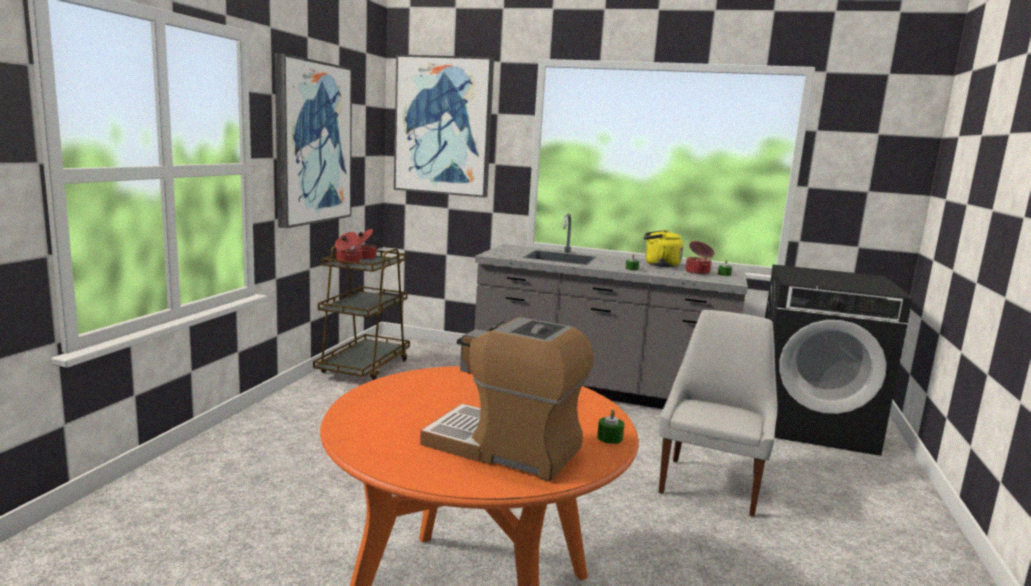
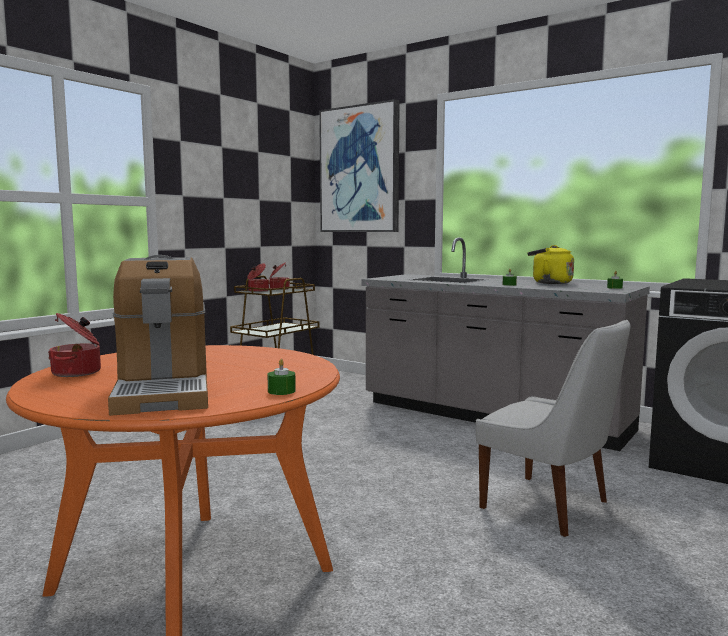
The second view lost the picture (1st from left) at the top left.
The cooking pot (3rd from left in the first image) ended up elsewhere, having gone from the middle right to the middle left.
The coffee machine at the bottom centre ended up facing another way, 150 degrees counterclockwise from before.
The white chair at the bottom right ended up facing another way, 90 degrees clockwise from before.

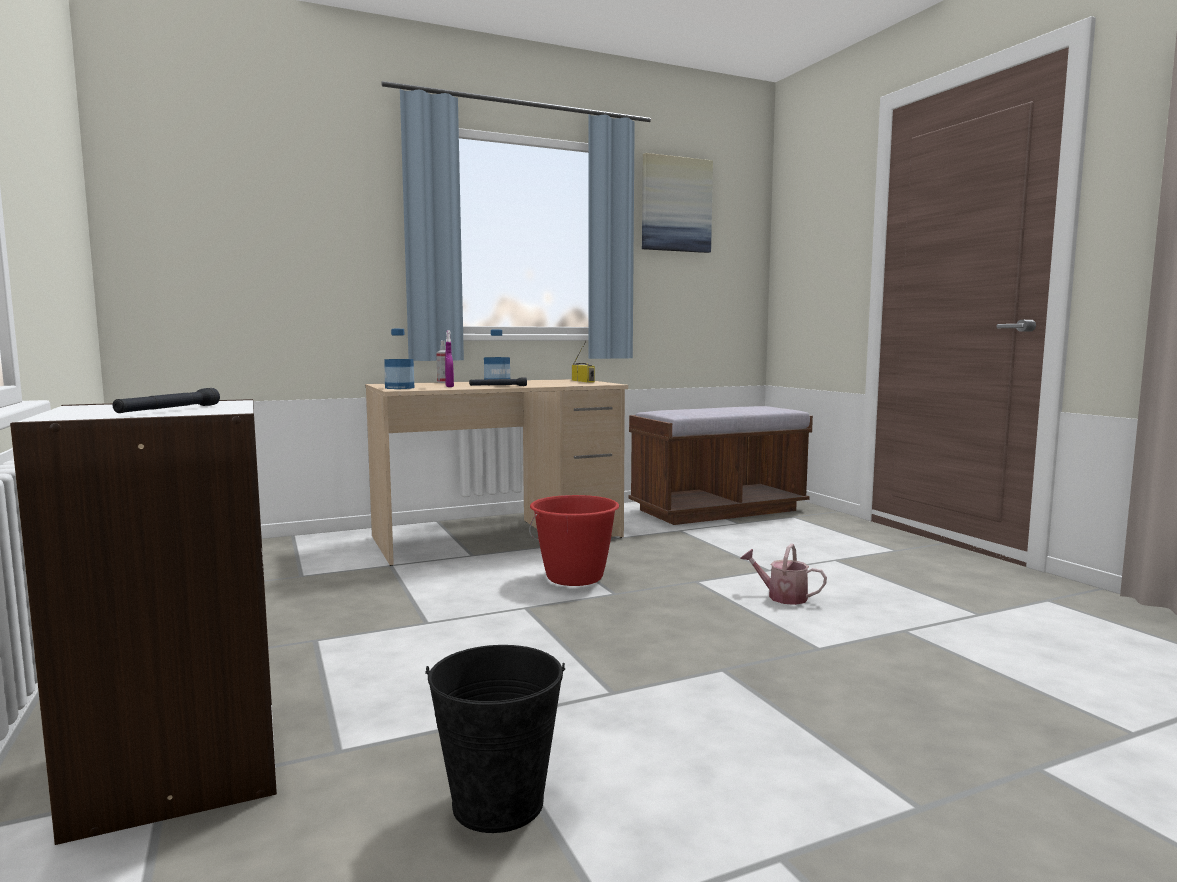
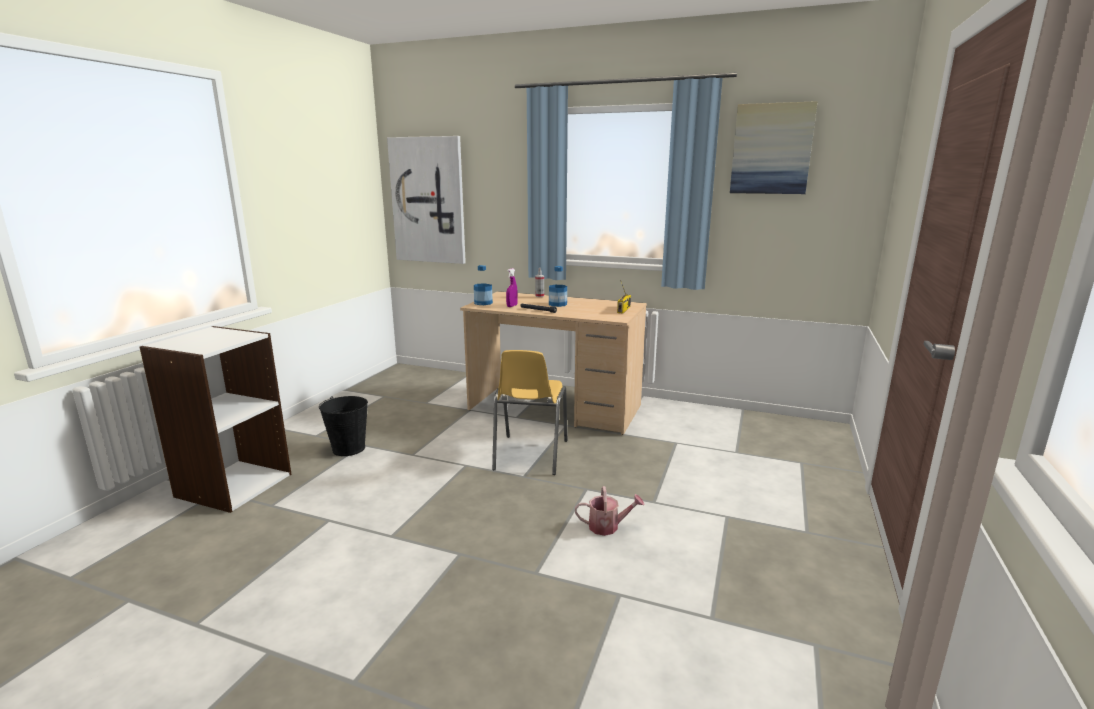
The second view lost the black flashlight (1st from left) at the middle left.
The second view lost the brown bench at the centre.
The second view gained the picture (1st from left) at the top centre.
The black bucket ended up elsewhere, having gone from the bottom centre to the middle left.
Where the red bucket stood at the centre, the yellow chair came to stand at the centre.
The watering can at the centre ended up facing another way, 105 degrees clockwise from before.

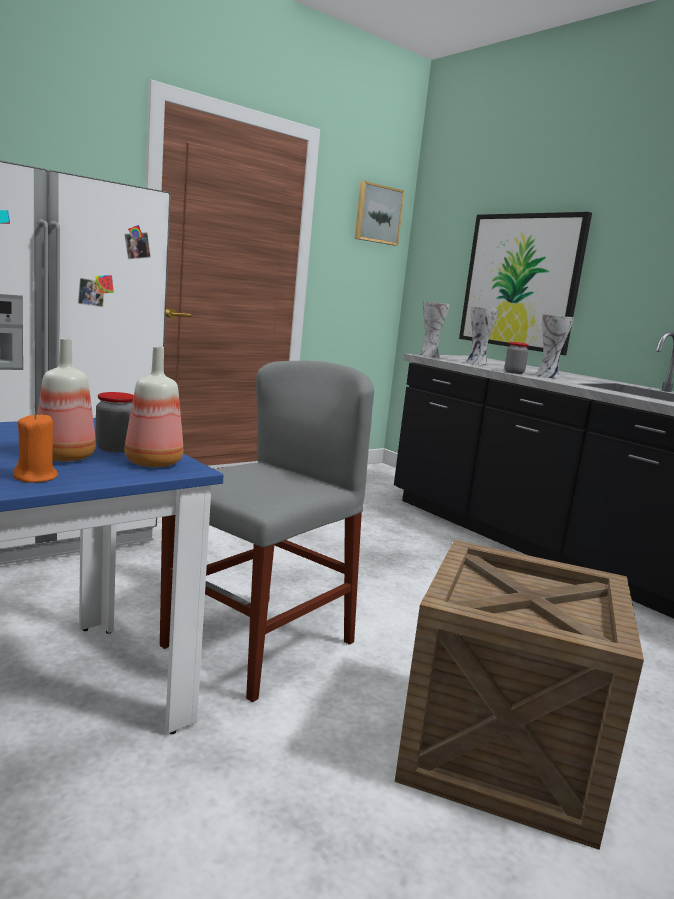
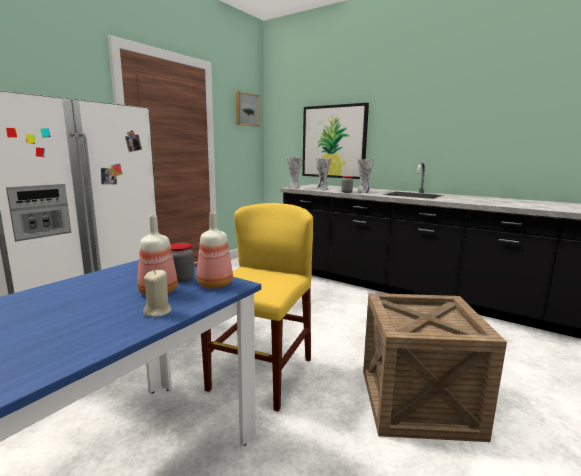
What was the orange candle at the middle left turned into the beige candle at the middle left.
What was the grey chair at the centre turned into the yellow chair at the centre.

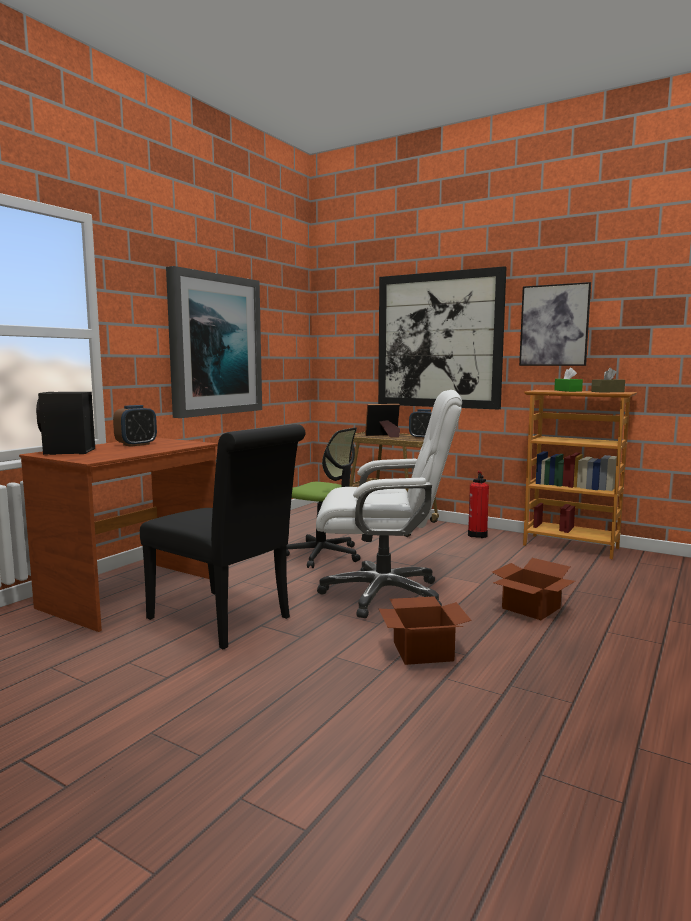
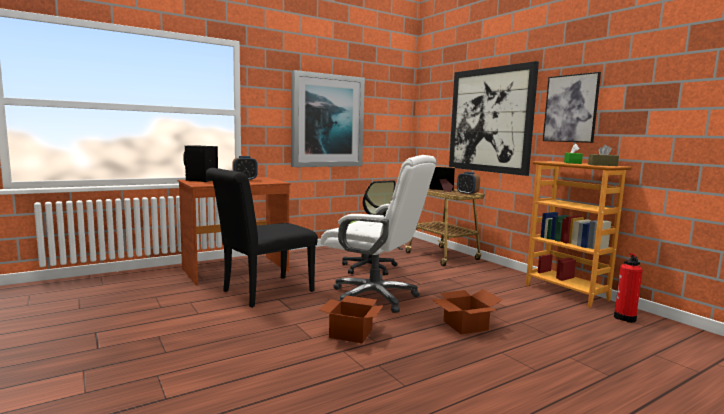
The fire extinguisher ended up elsewhere, having gone from the middle right to the bottom right.
The black chair at the middle left ended up facing another way, 75 degrees clockwise from before.

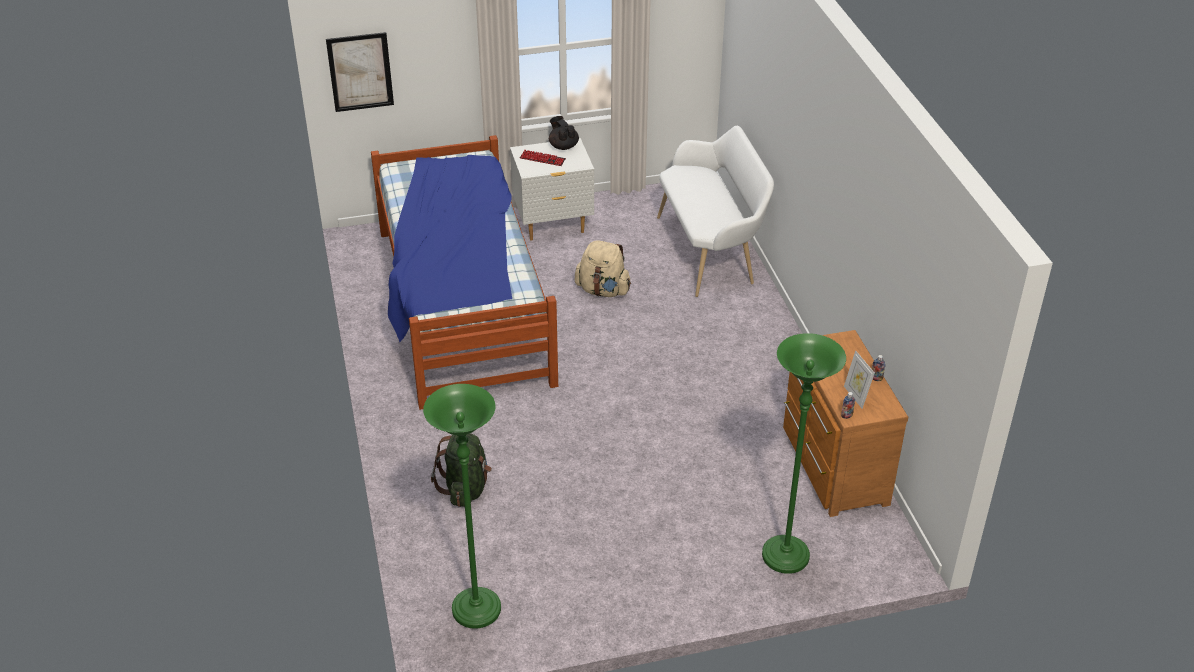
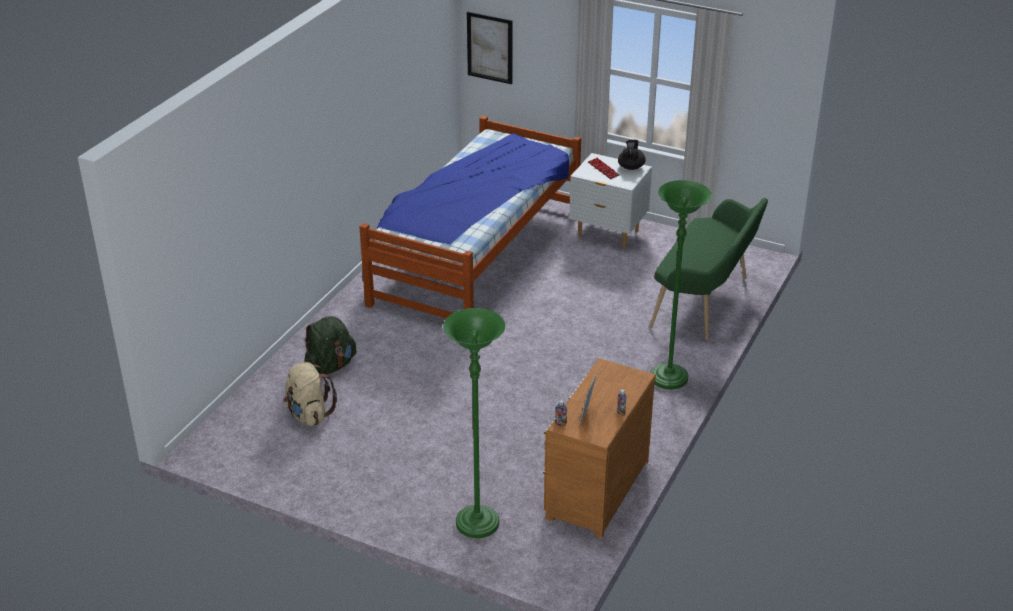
The green floor lamp (1st from left in the first image) ended up elsewhere, having gone from the bottom centre to the middle right.
The beige backpack ended up elsewhere, having gone from the centre to the middle left.
What was the white bench at the top centre turned into the green bench at the middle right.

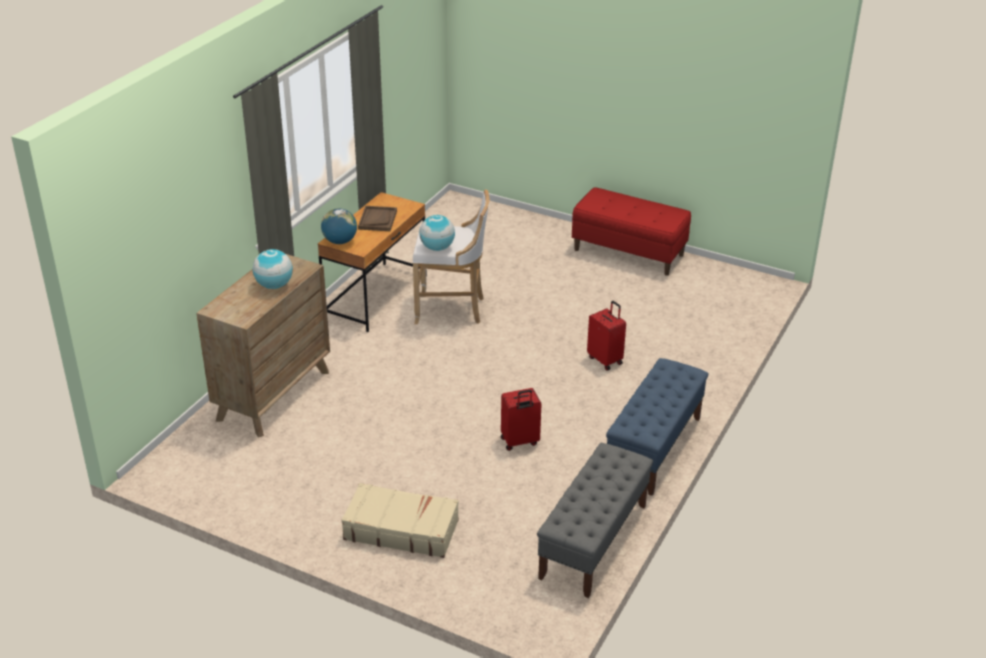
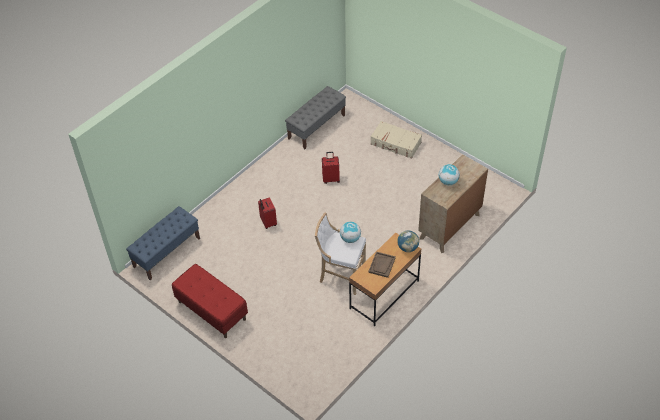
The blue bench ended up elsewhere, having gone from the centre to the middle left.

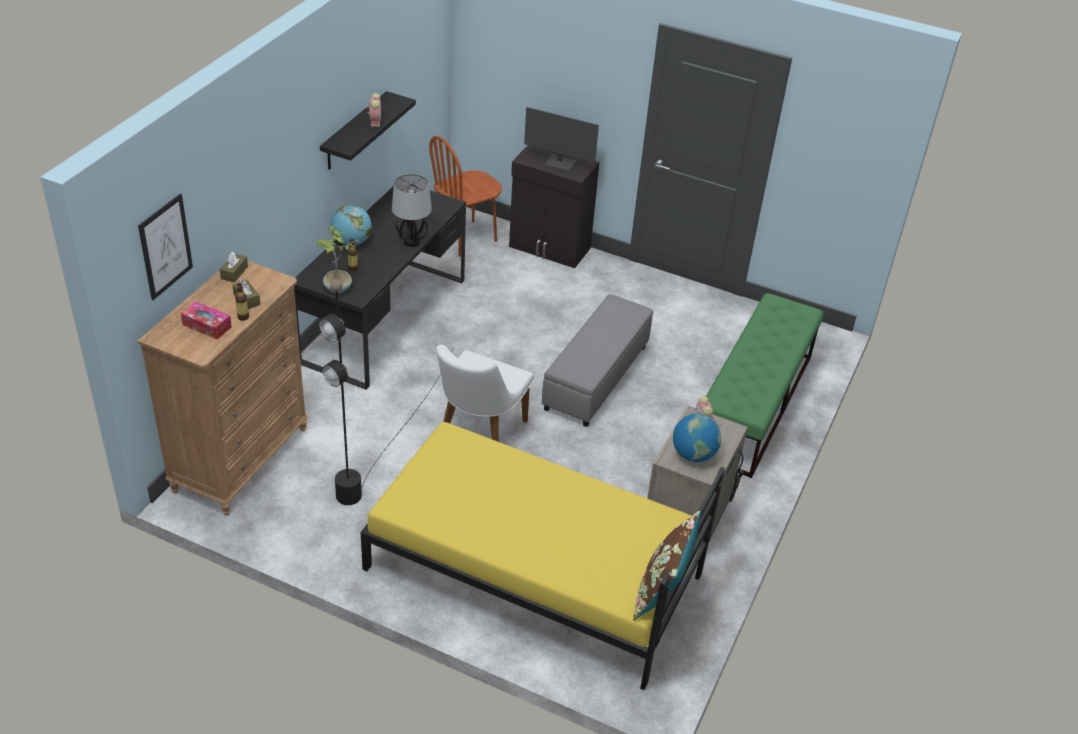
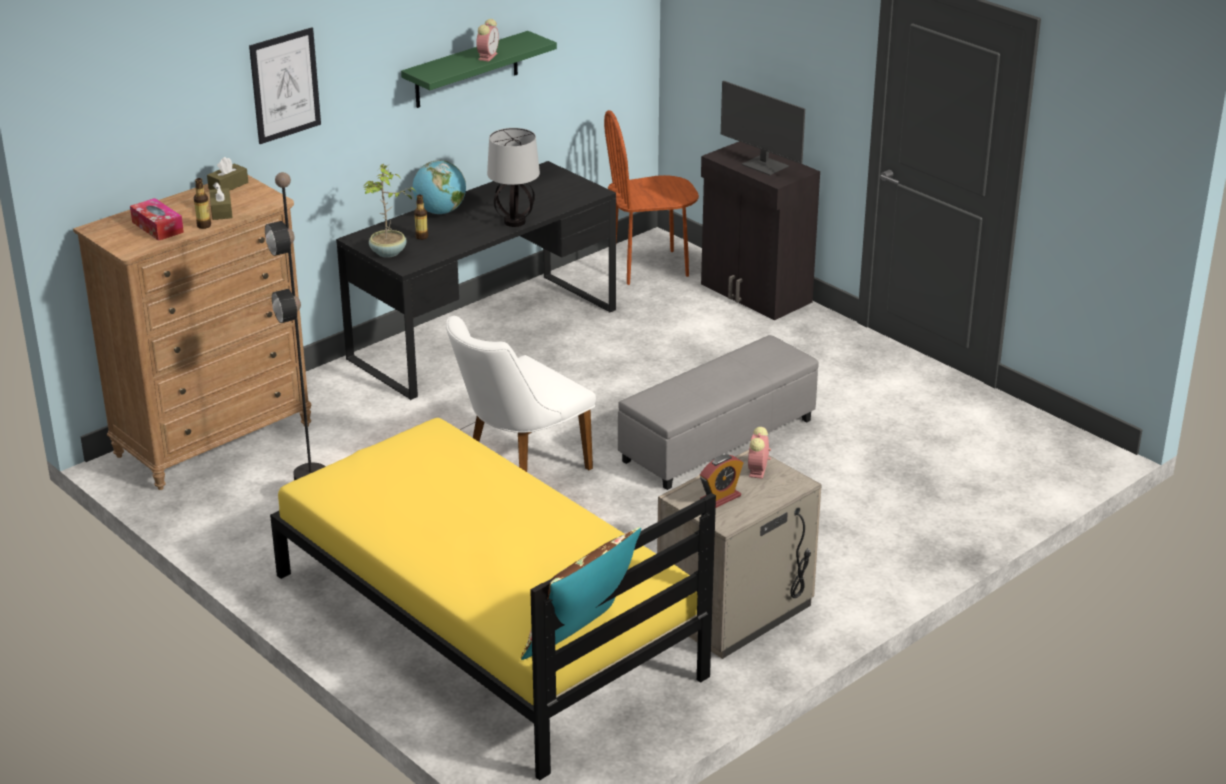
The second view lost the green bench at the middle right.
The picture ended up elsewhere, having gone from the middle left to the top left.
Where the globe (2nd from left) stood at the centre, the alarm clock (2nd from left) came to stand at the centre.
What was the black shelf at the top centre turned into the green shelf at the top centre.

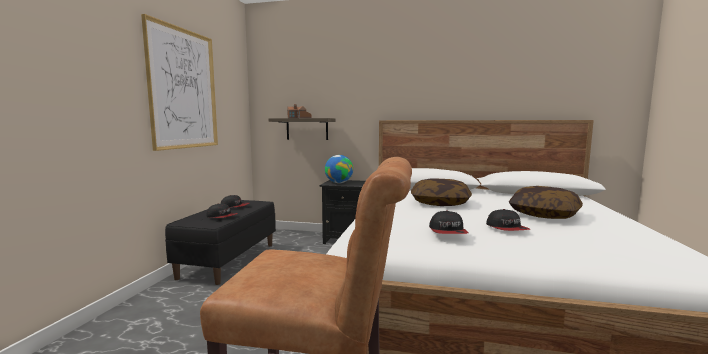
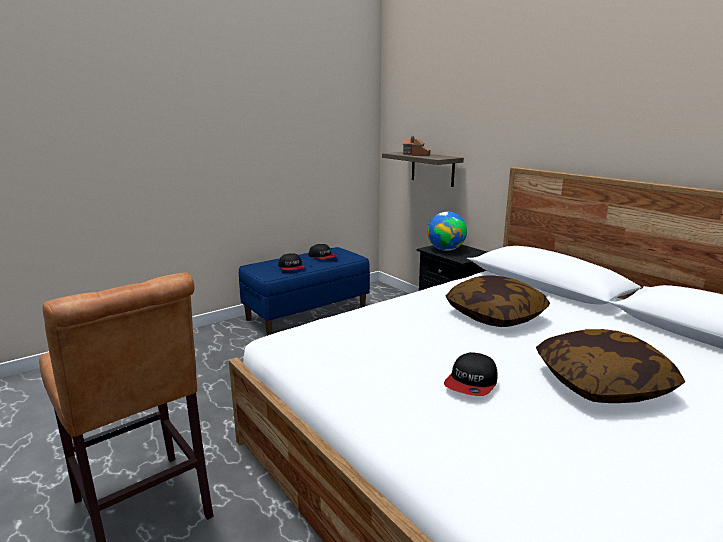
The second view lost the picture at the top left.
The second view lost the cap (3rd from left) at the centre.
What was the black bench at the bottom left turned into the blue bench at the centre.

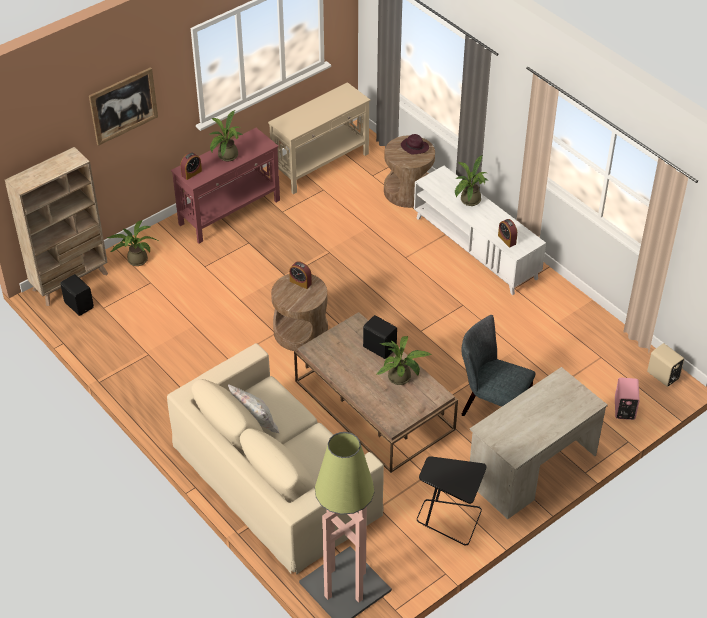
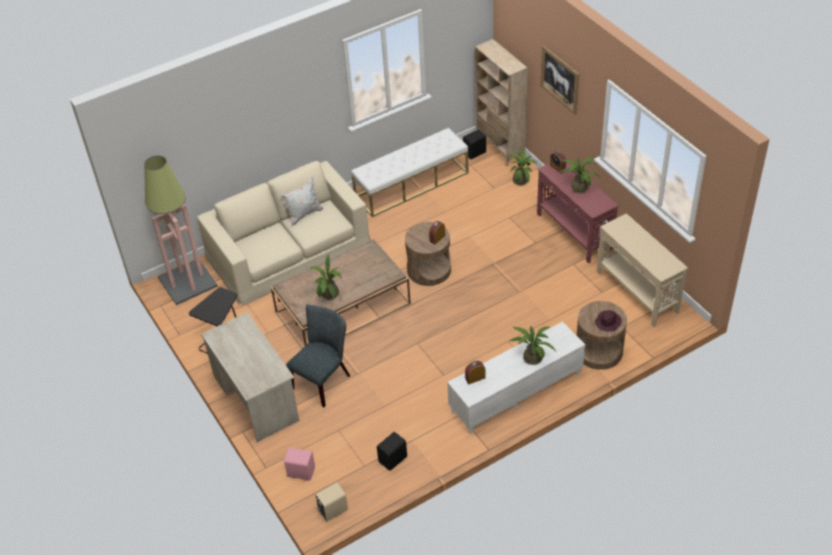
The second view gained the white bench at the top centre.
The black speaker (2nd from left in the first image) ended up elsewhere, having gone from the centre to the bottom centre.

